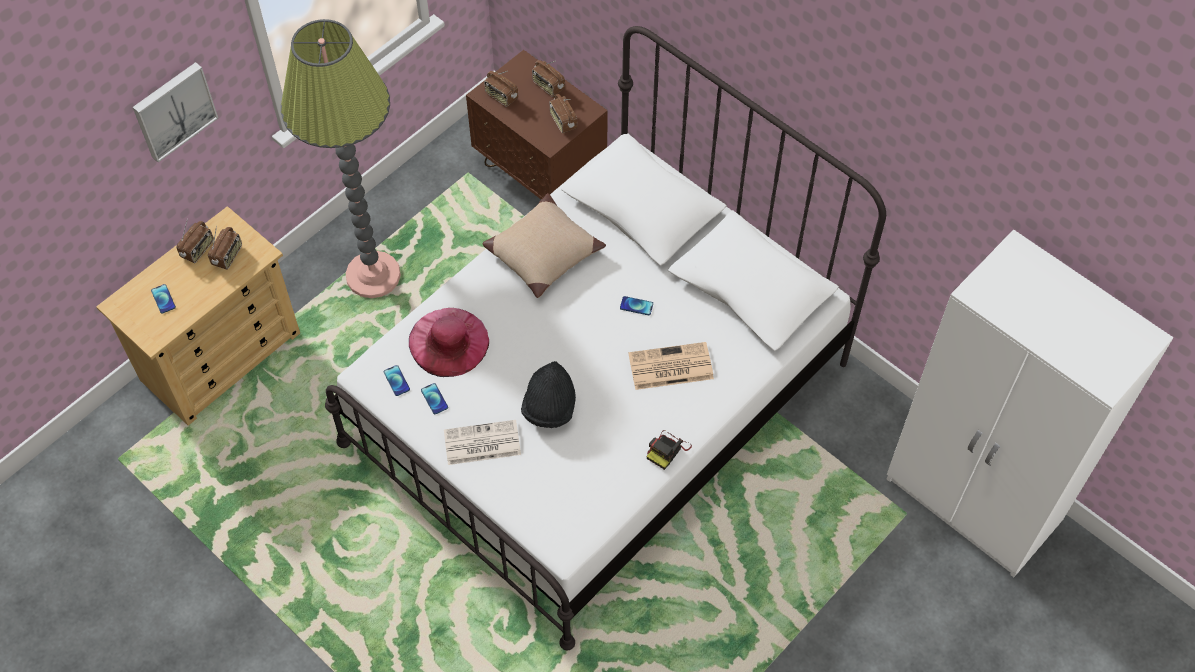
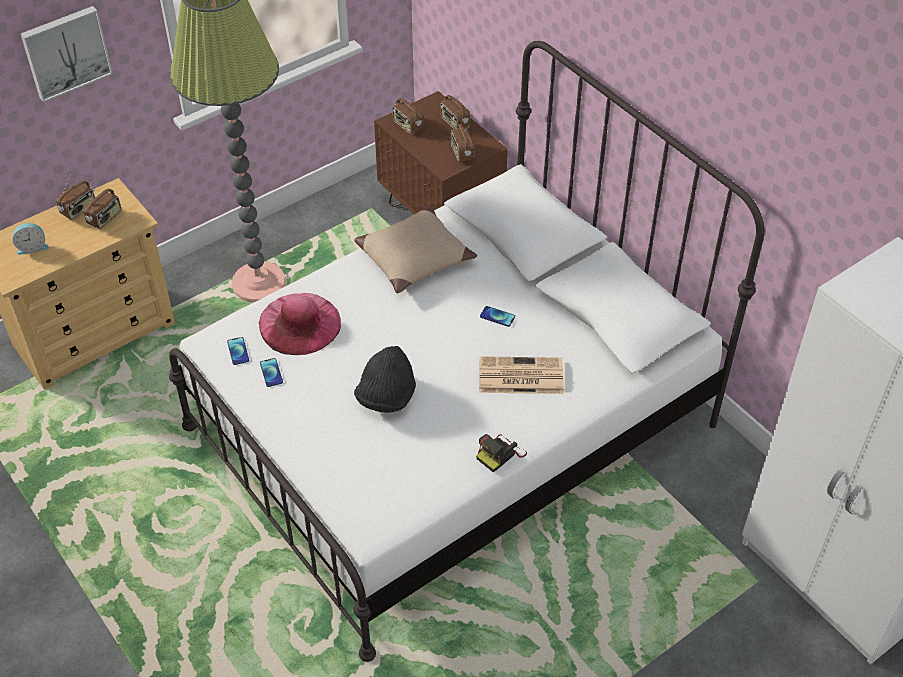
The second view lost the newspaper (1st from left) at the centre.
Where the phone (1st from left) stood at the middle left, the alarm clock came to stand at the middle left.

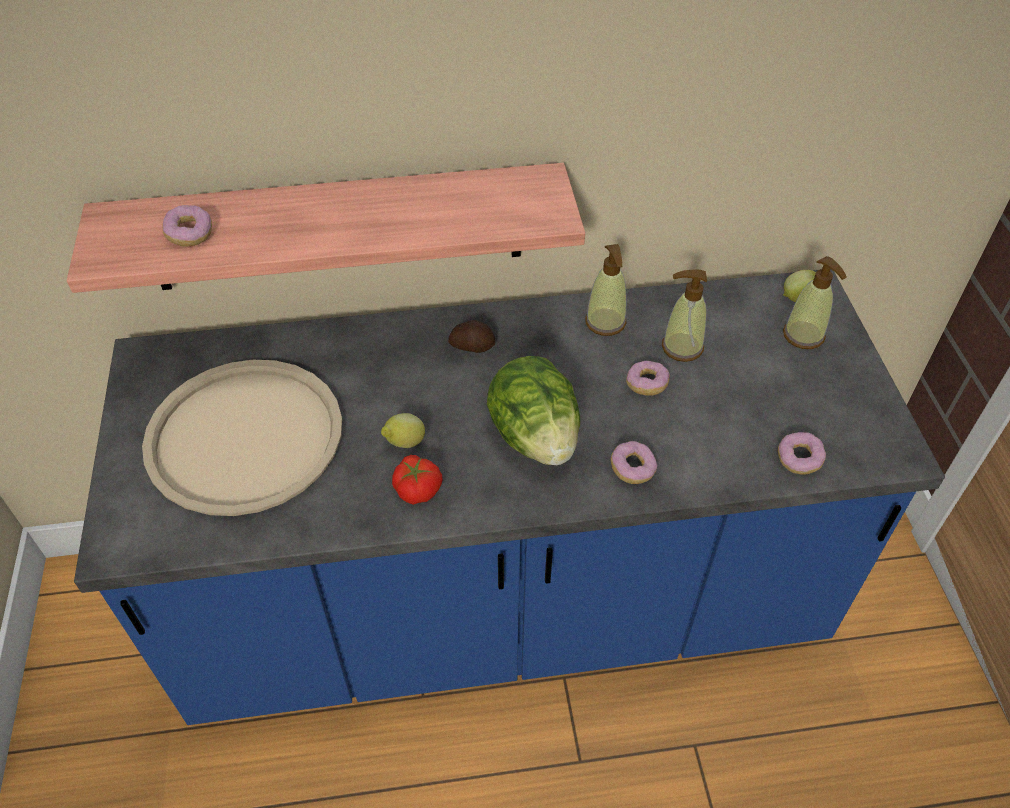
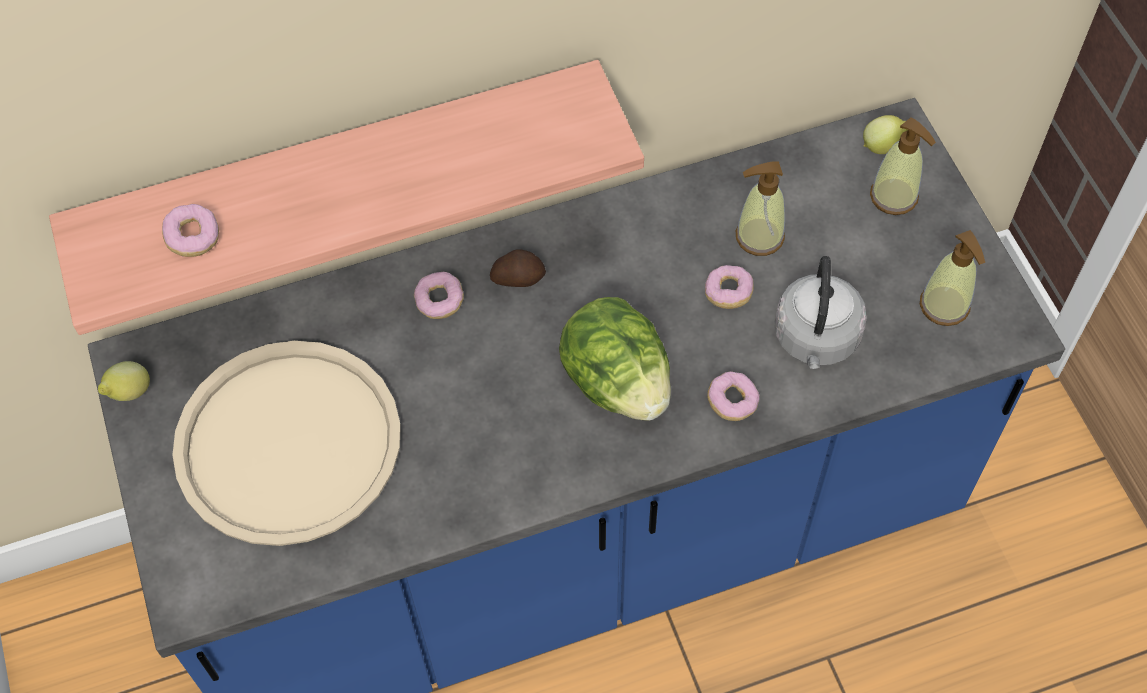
The second view lost the tomato at the centre.
The second view gained the grey kettle at the middle right.
The lemon (1st from left) ended up elsewhere, having gone from the centre to the middle left.
The soap dispenser (1st from left in the first image) ended up elsewhere, having gone from the centre to the middle right.
The donut (4th from left in the first image) ended up elsewhere, having gone from the middle right to the centre.

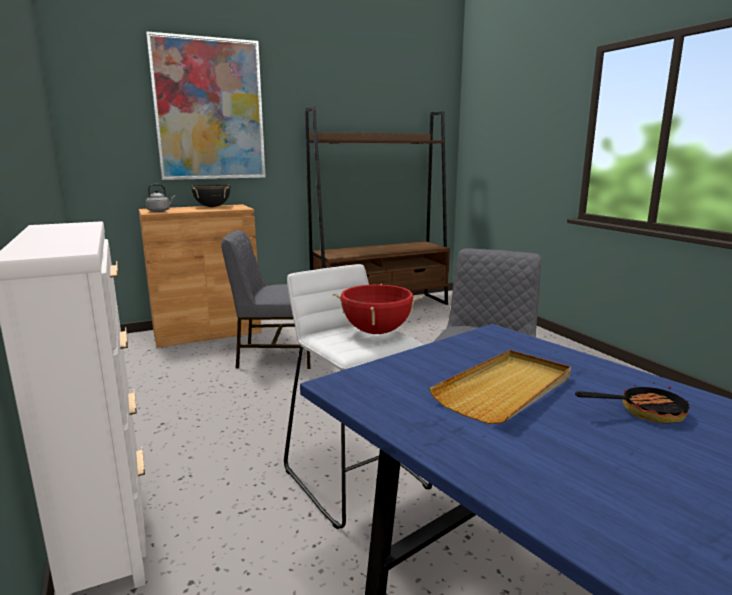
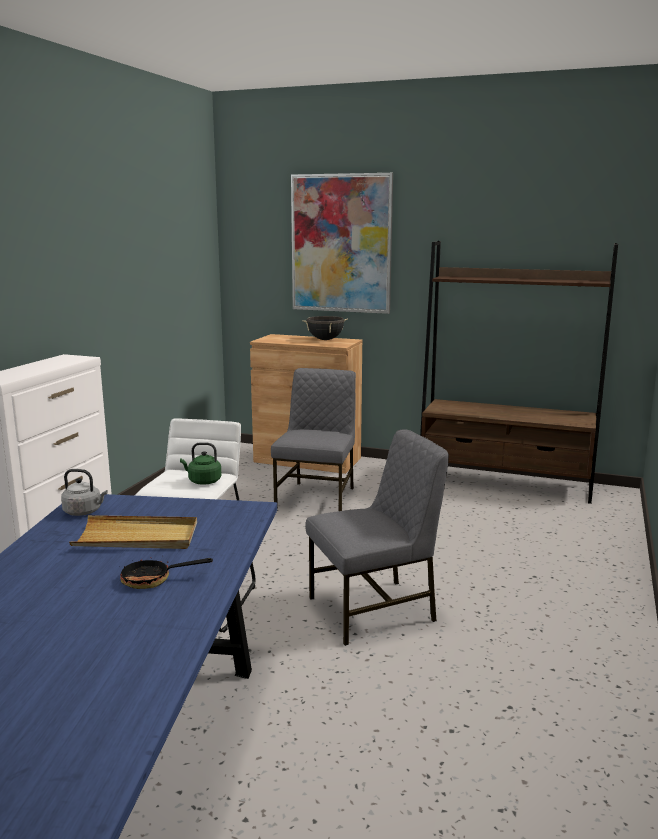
The grey kettle ended up elsewhere, having gone from the top left to the middle left.
Where the red cooking pot stood at the centre, the green kettle came to stand at the middle left.
The grey chair (1st from left) at the centre ended up facing another way, 60 degrees clockwise from before.
The frying pan at the bottom right ended up facing another way, 135 degrees clockwise from before.

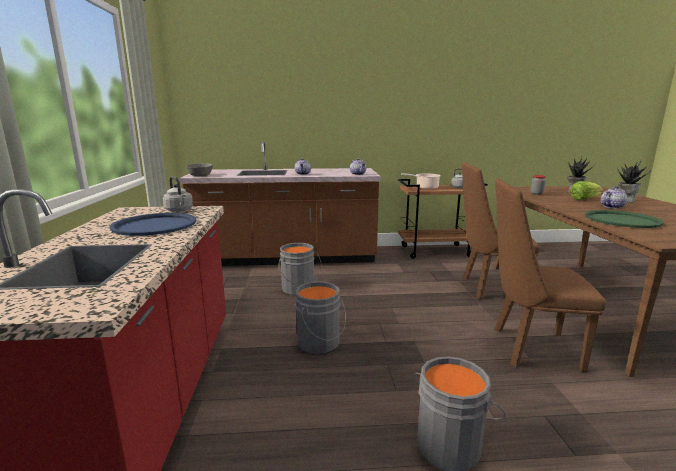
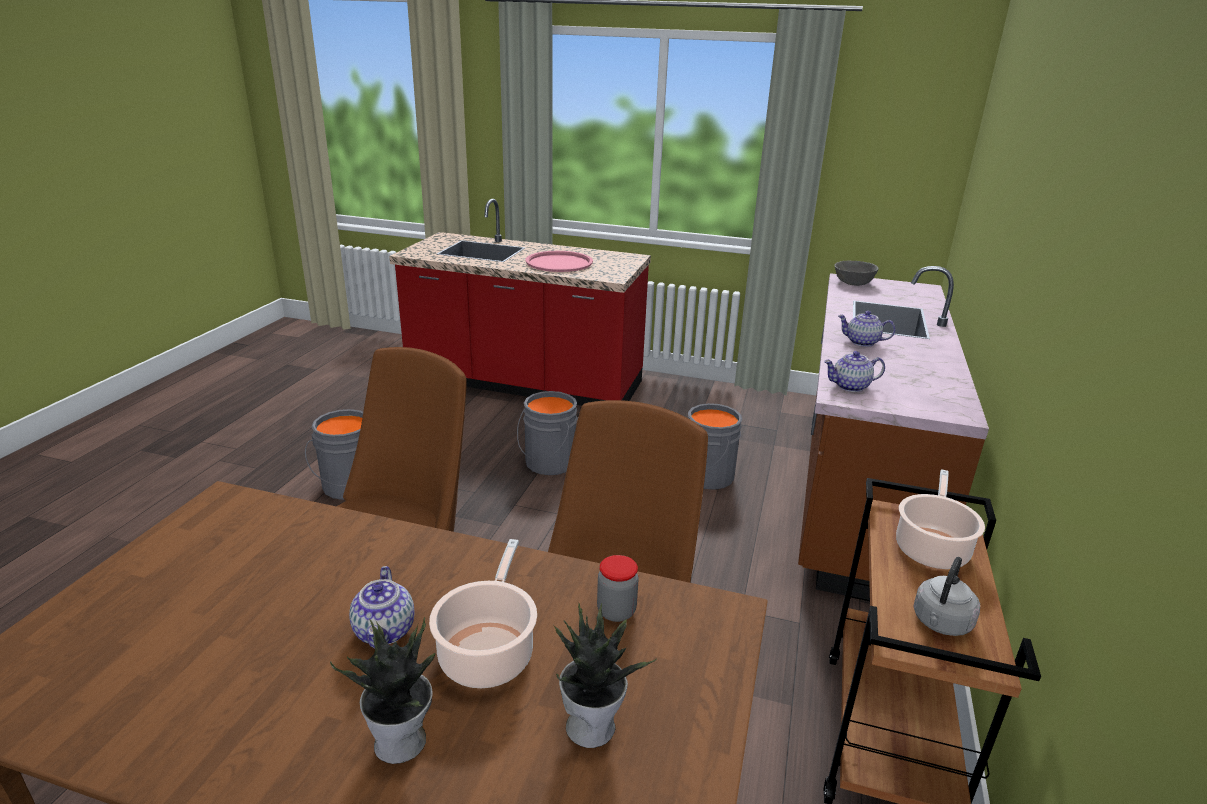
The second view lost the grey kettle (1st from left) at the middle left.
The second view lost the green tray at the middle right.
Where the lettuce stood at the middle right, the cooking pot (1st from left) came to stand at the bottom centre.
What was the blue tray at the middle left turned into the pink tray at the top centre.

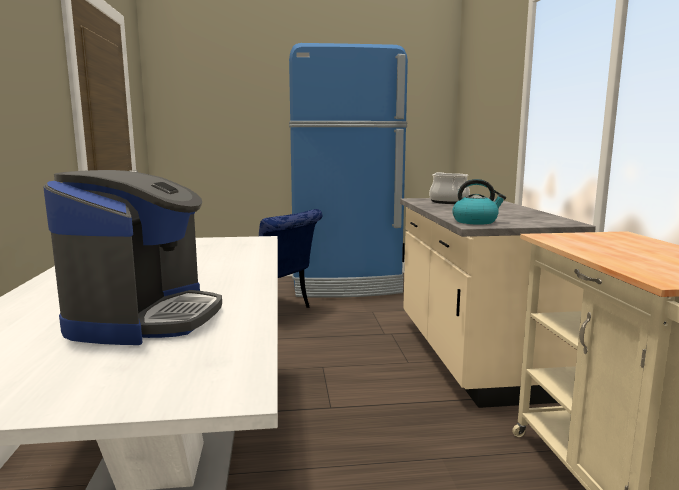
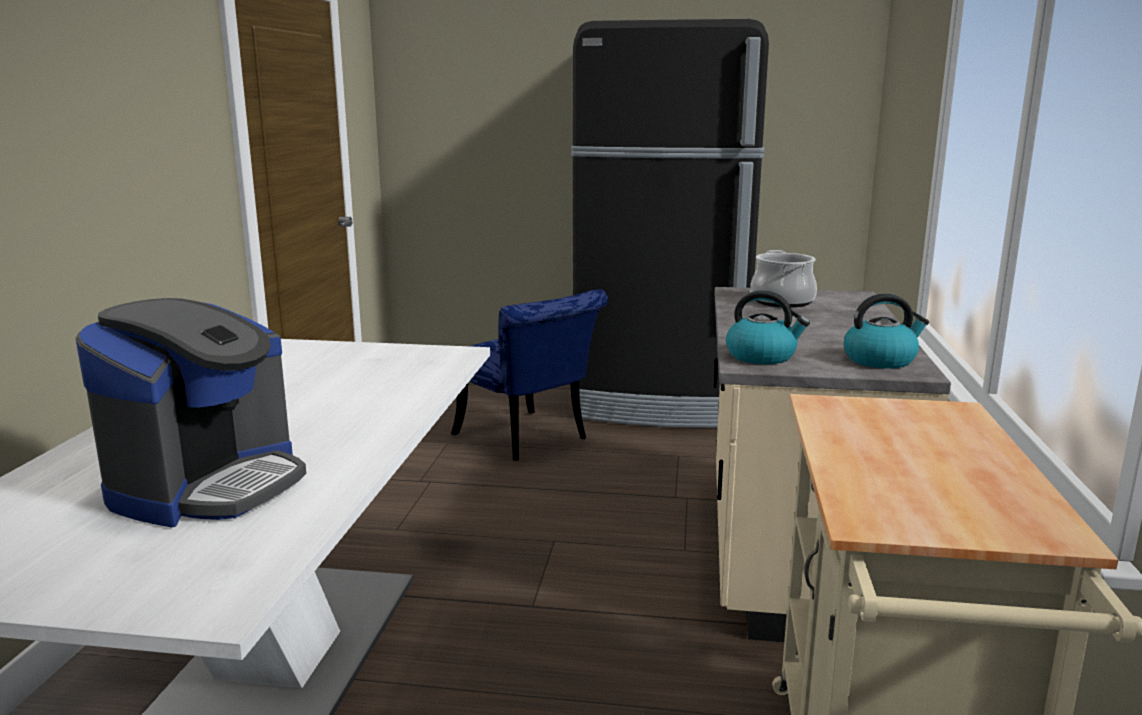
The second view gained the kettle (2nd from left) at the middle right.
What was the blue fridge at the centre turned into the black fridge at the top centre.

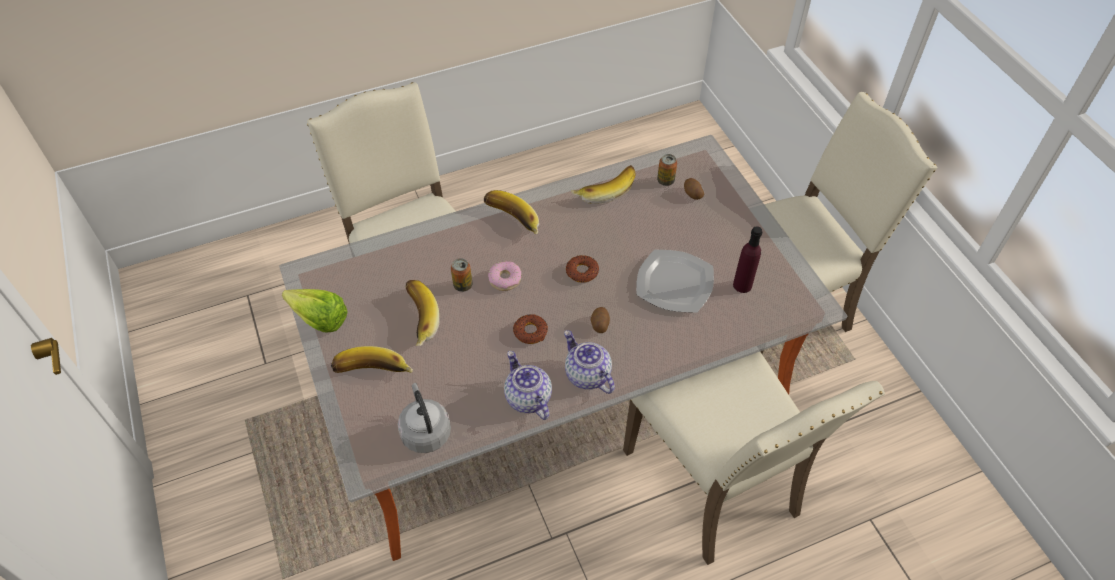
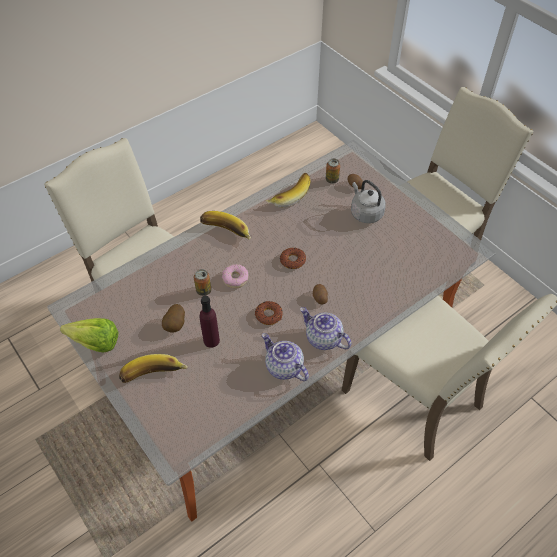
The second view lost the plate at the centre.
The grey kettle ended up elsewhere, having gone from the bottom centre to the centre.
The purple bottle ended up elsewhere, having gone from the middle right to the centre.
Where the banana (2nd from left) stood at the centre, the potato (1st from left) came to stand at the middle left.

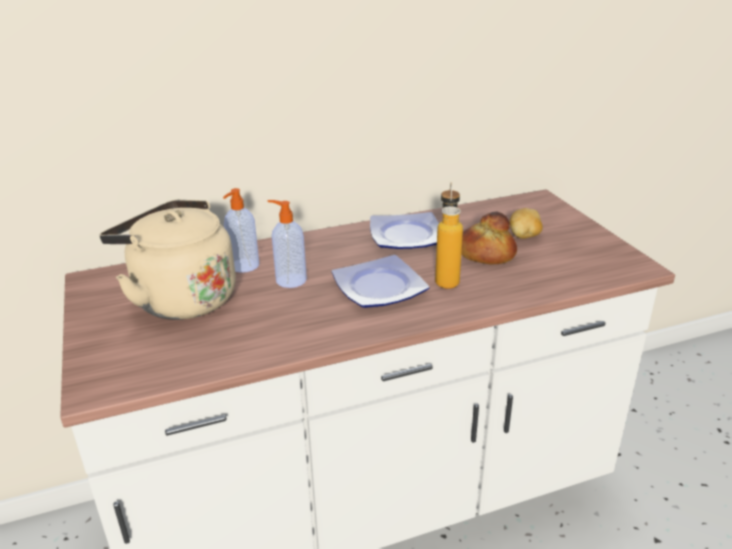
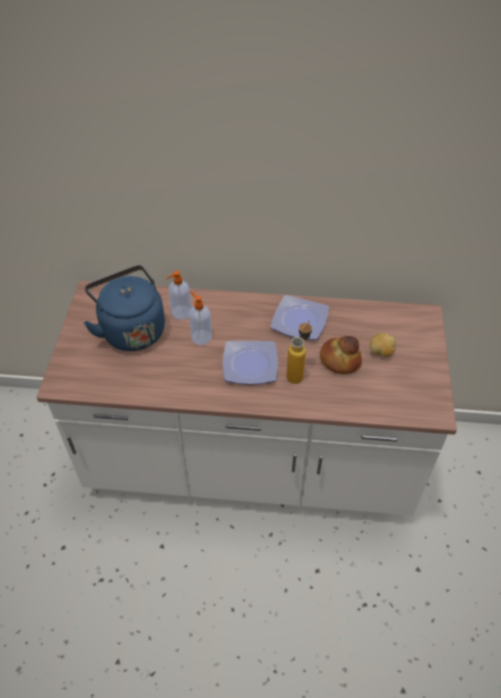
What was the beige kettle at the middle left turned into the blue kettle at the middle left.

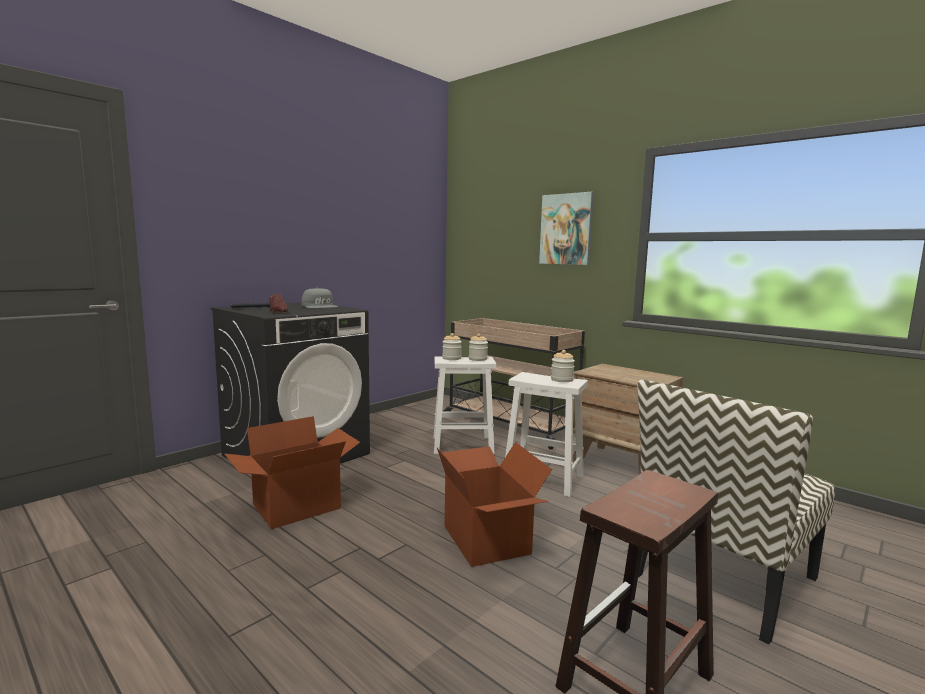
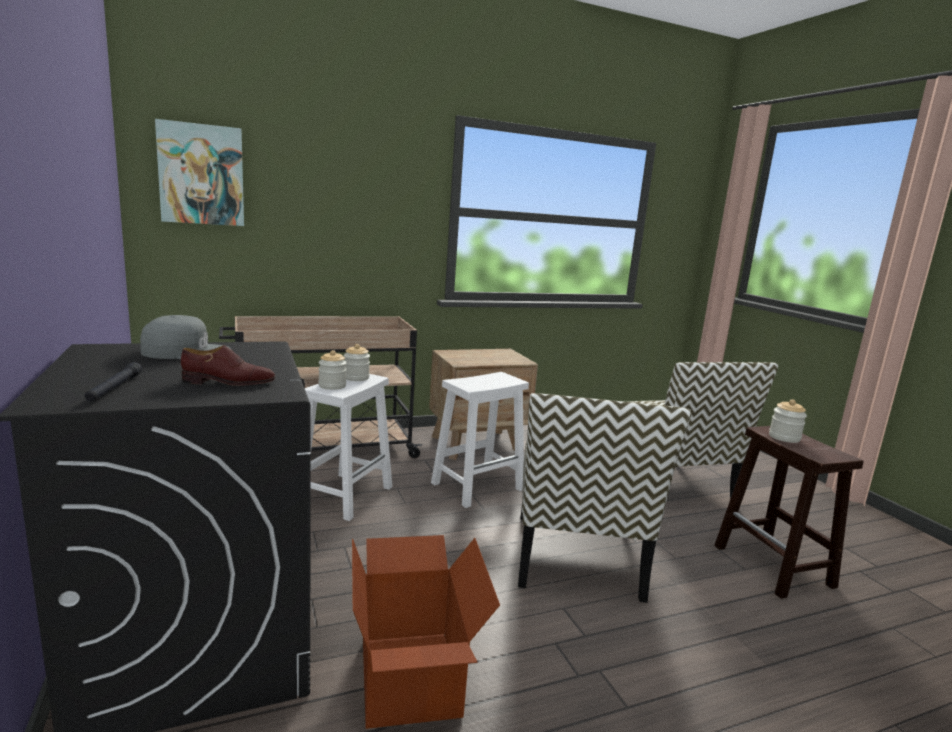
The picture ended up elsewhere, having gone from the top centre to the top left.
The jar (3rd from left) ended up elsewhere, having gone from the centre to the middle right.
Where the cardboard box (2nd from left) stood at the bottom centre, the chair (1st from left) came to stand at the bottom centre.

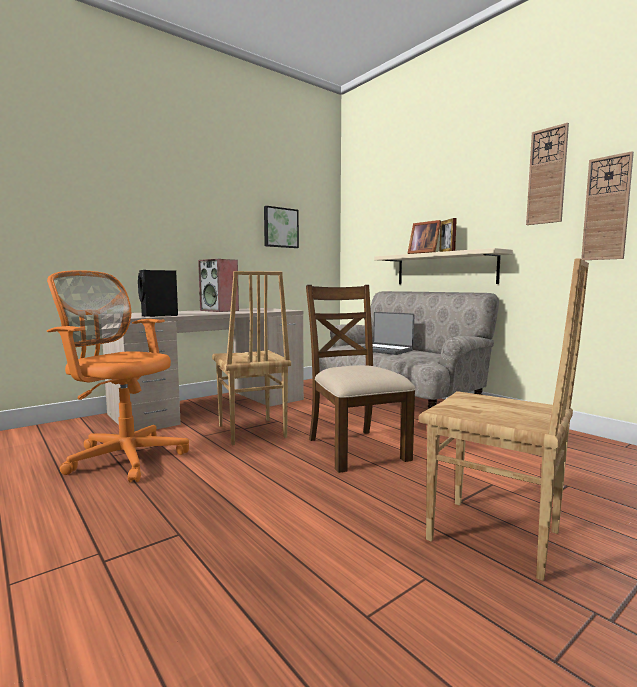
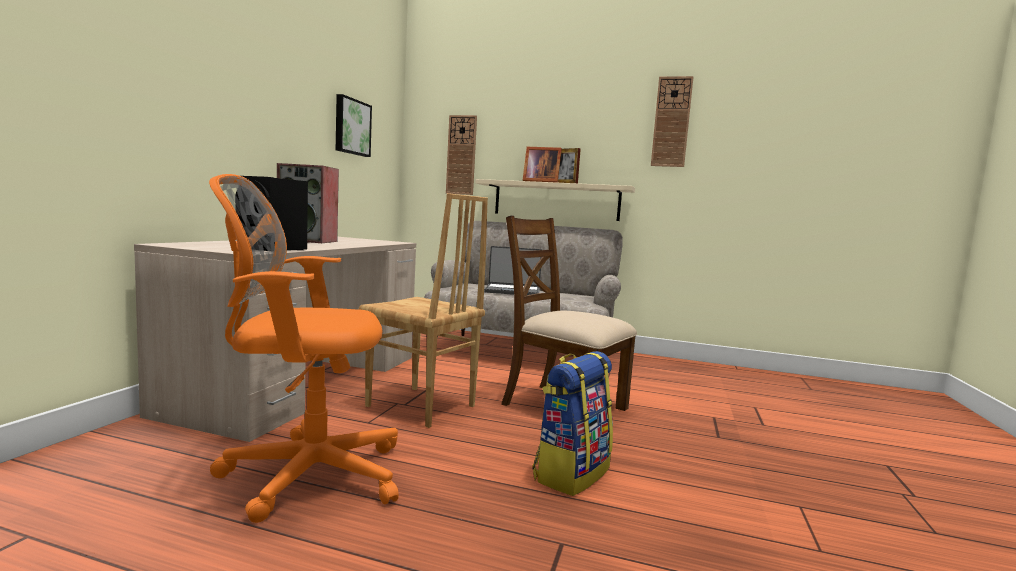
The second view lost the brown chair (3rd from left) at the middle right.
The second view gained the backpack at the bottom centre.
The wall clock (2nd from left in the first image) ended up elsewhere, having gone from the top right to the top centre.

